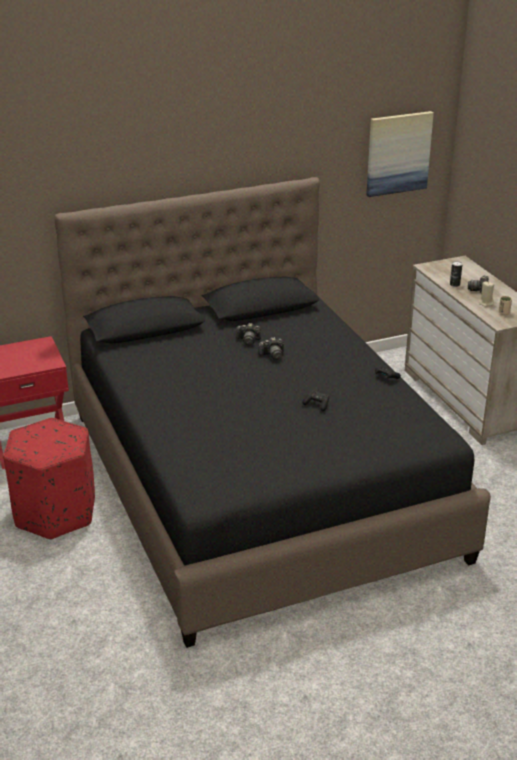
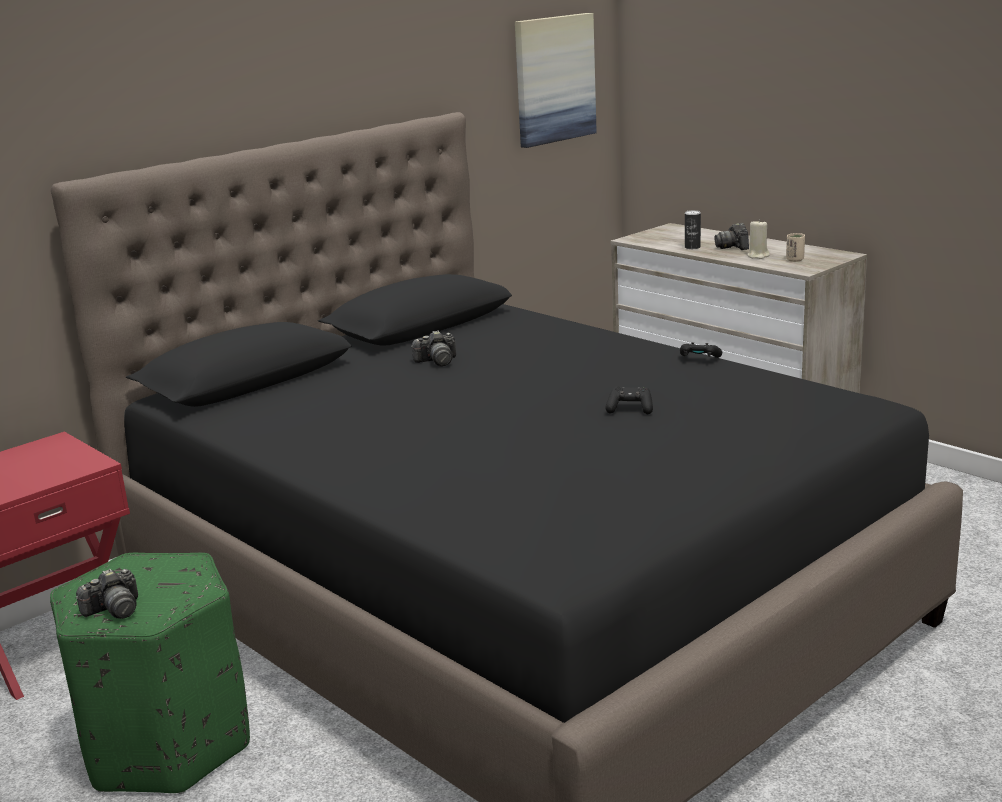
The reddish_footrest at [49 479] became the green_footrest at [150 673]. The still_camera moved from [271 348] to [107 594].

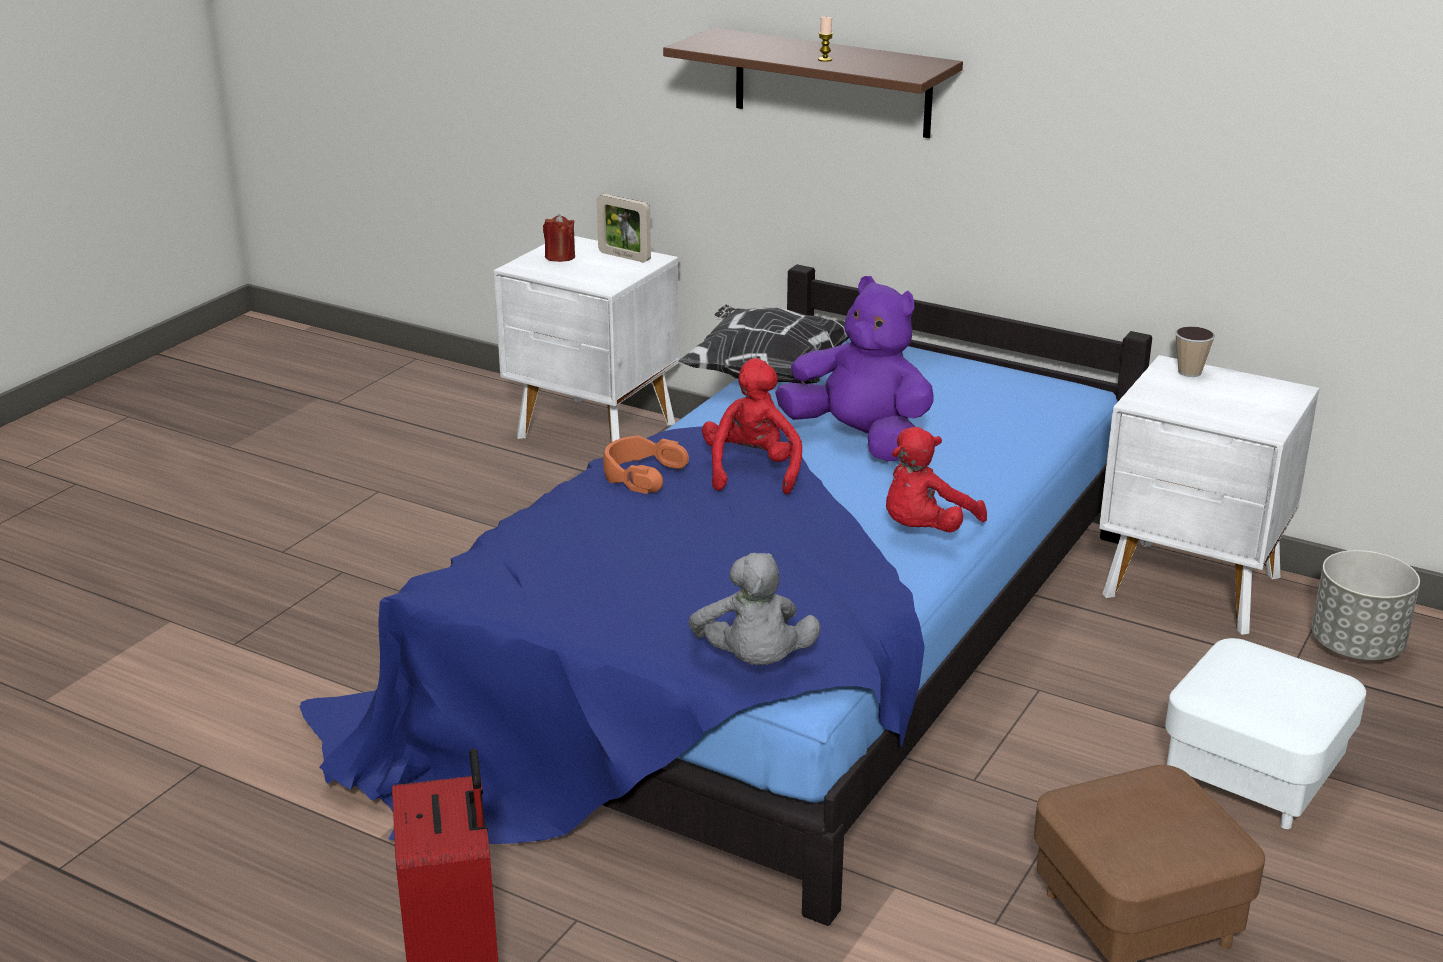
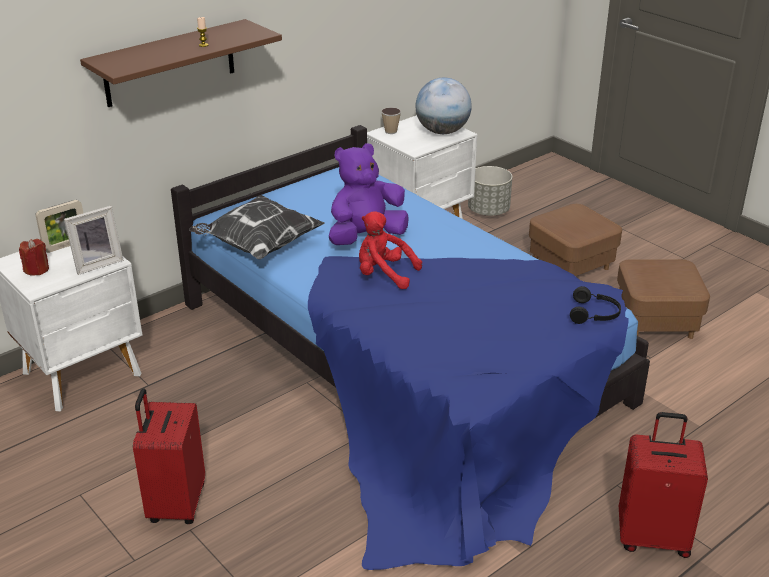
The picture_frame at [93 240] appeared. The reddish_piece_of_luggage at [169 456] appeared. The world_globe at [444 106] appeared. The white_footrest at [1265 733] became the brown-coloured_footrest at [575 240]. The grey_soft_toy at [754 609] was replaced by the blackish_headset at [595 305]. The orange_headset at [646 465] disappeared. The reddish_soft_toy at [936 479] disappeared.

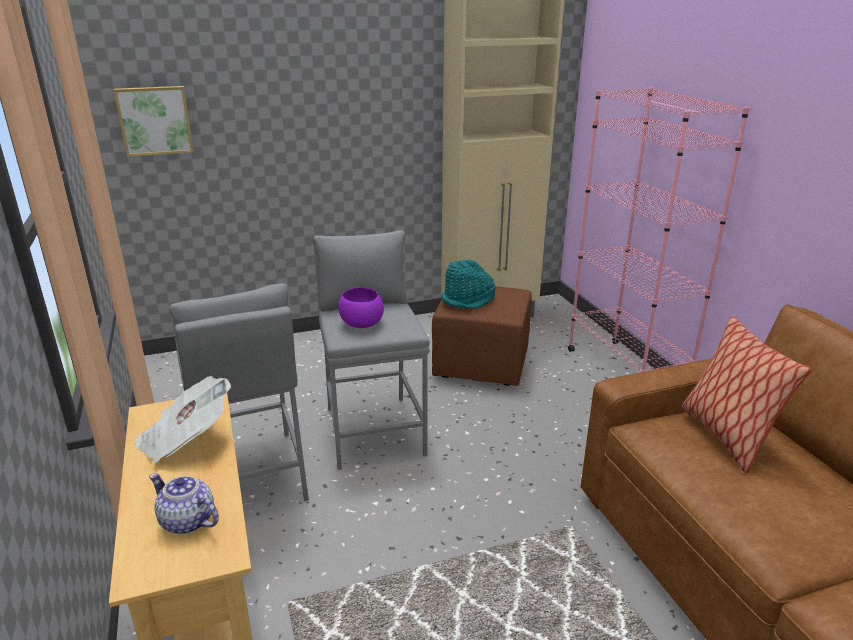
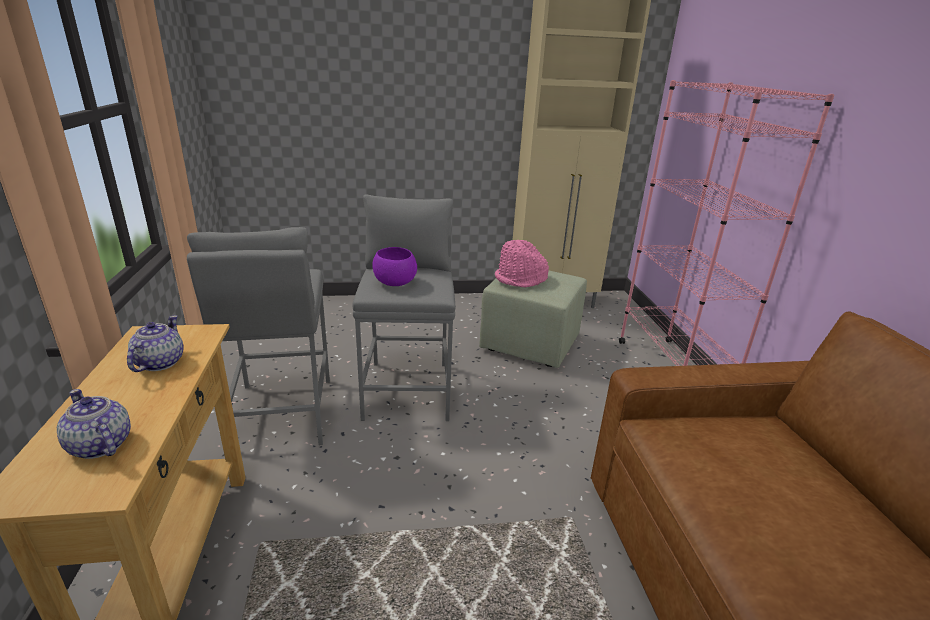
The daily_paper at [182 420] was replaced by the pot_for_tea at [155 343]. The brown-coloured_footrest at [482 336] became the green_footrest at [533 319]. The blue-green_clothing_hat at [468 284] became the pink-coloured_clothing_hat at [522 263]. The wall_art at [154 121] disappeared. The throw_pillow at [746 394] disappeared.

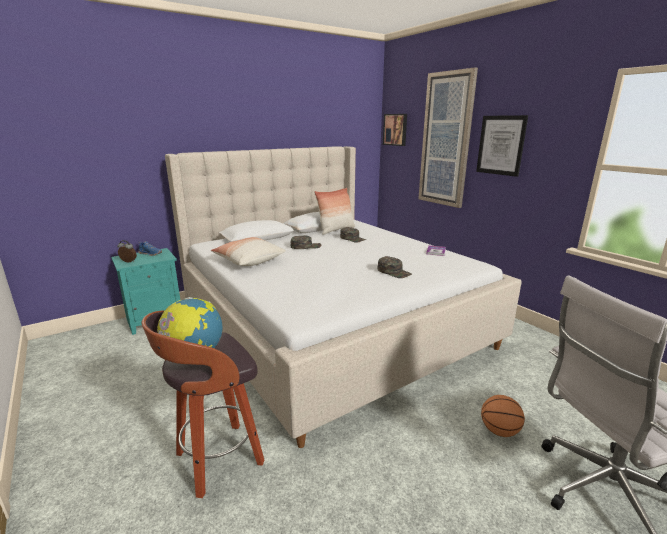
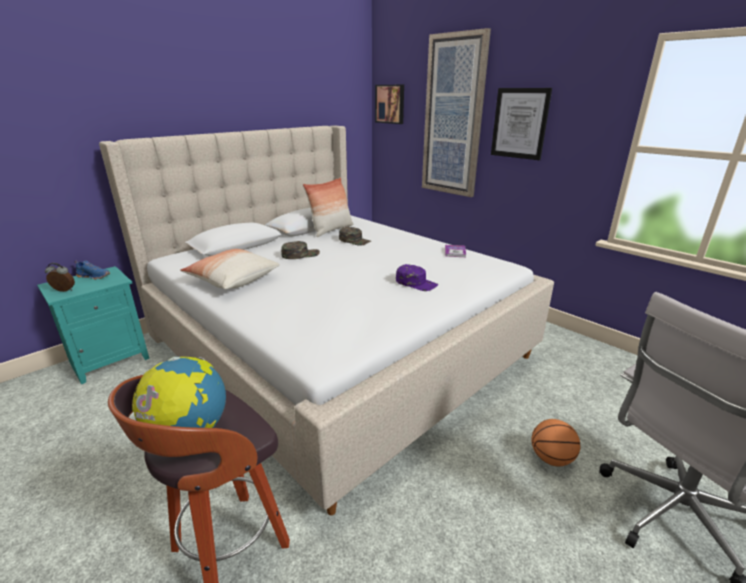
The green_cap at [395 267] became the purplish_cap at [417 277].

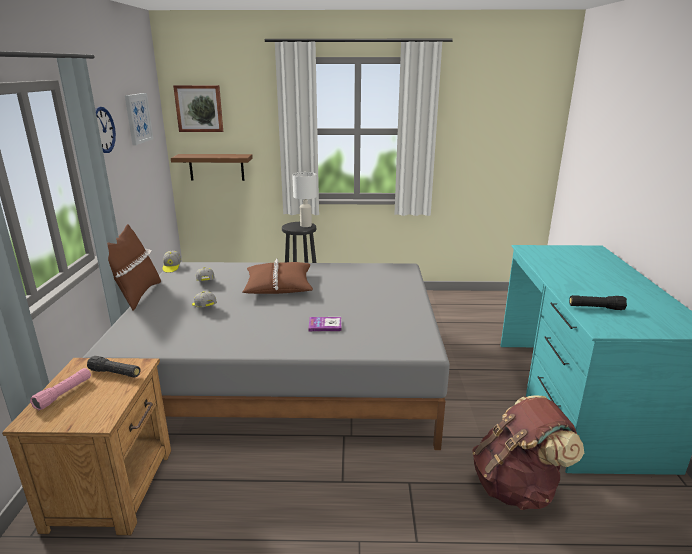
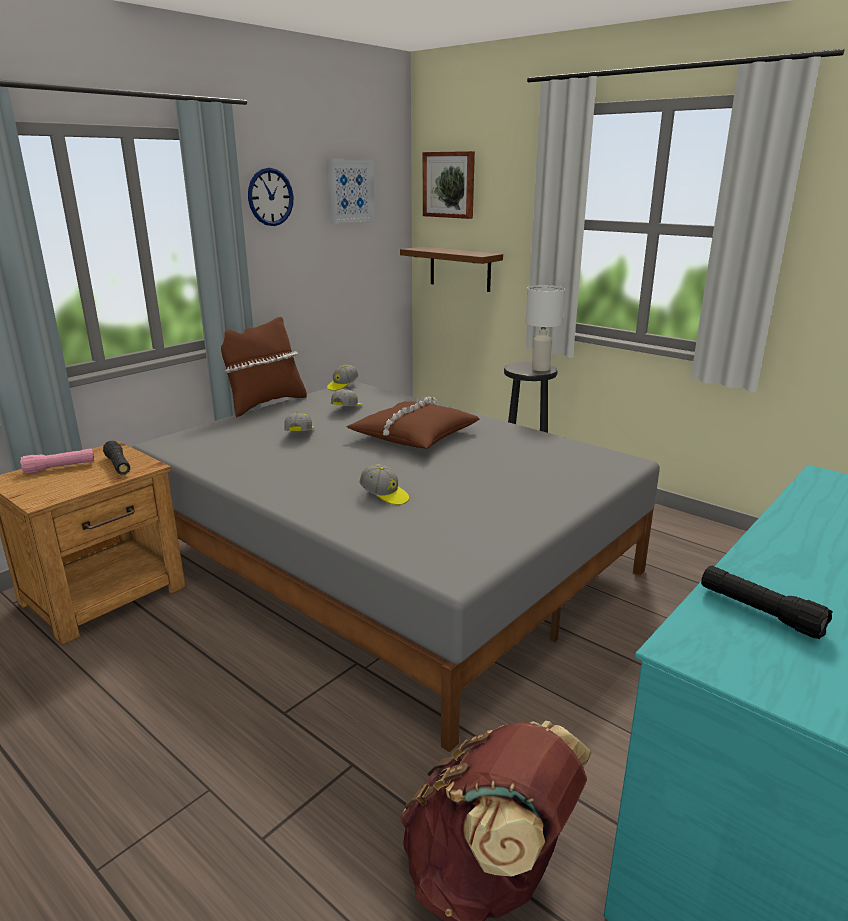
The volume at [325 324] was replaced by the cap at [384 484].

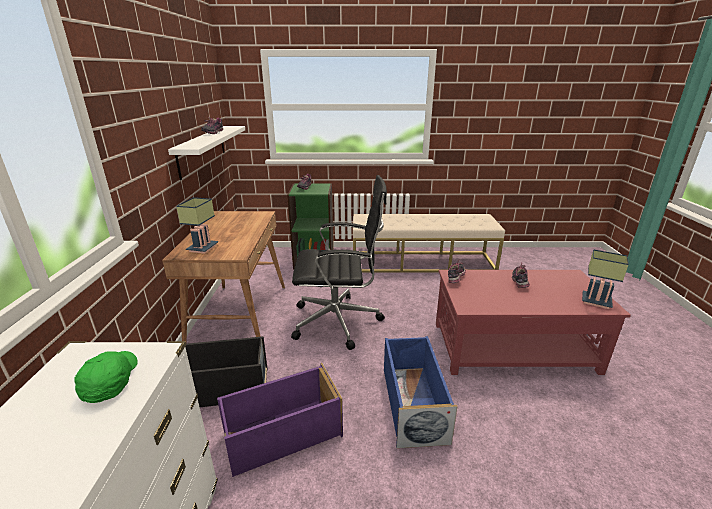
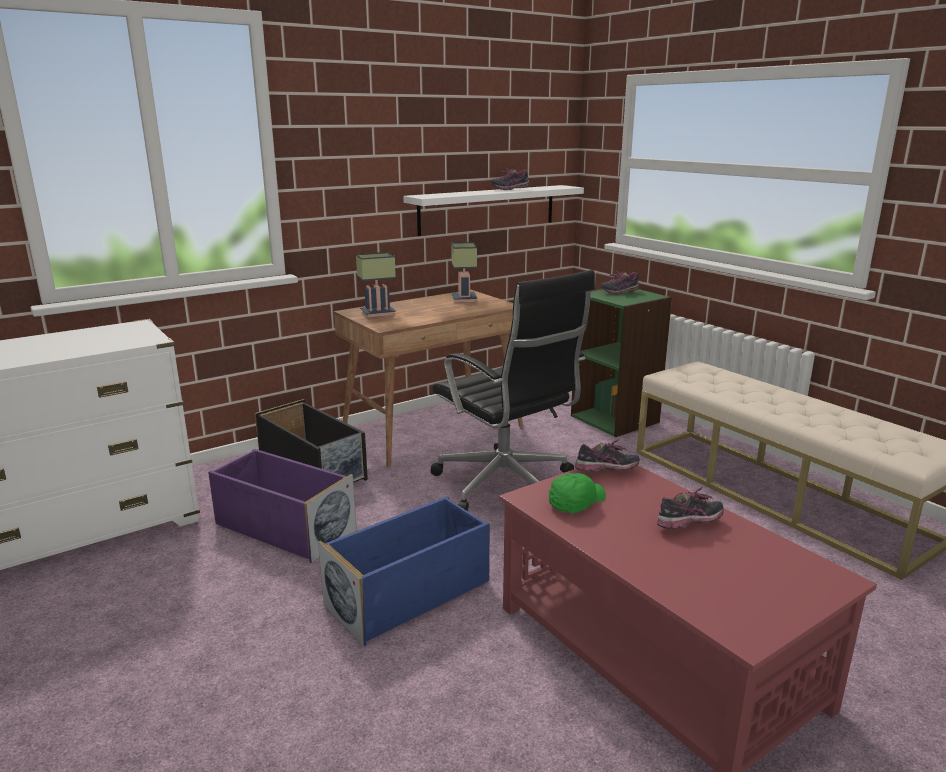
The tabletop_lamp moved from [605 279] to [464 272]. The green_cap moved from [106 377] to [577 493].

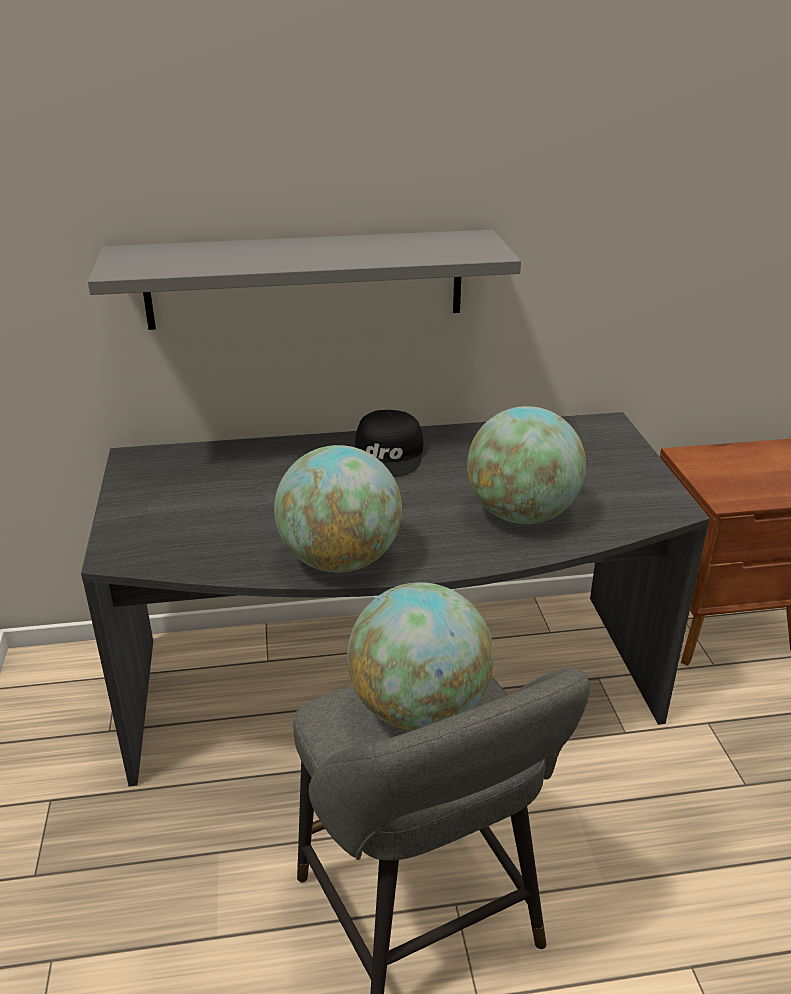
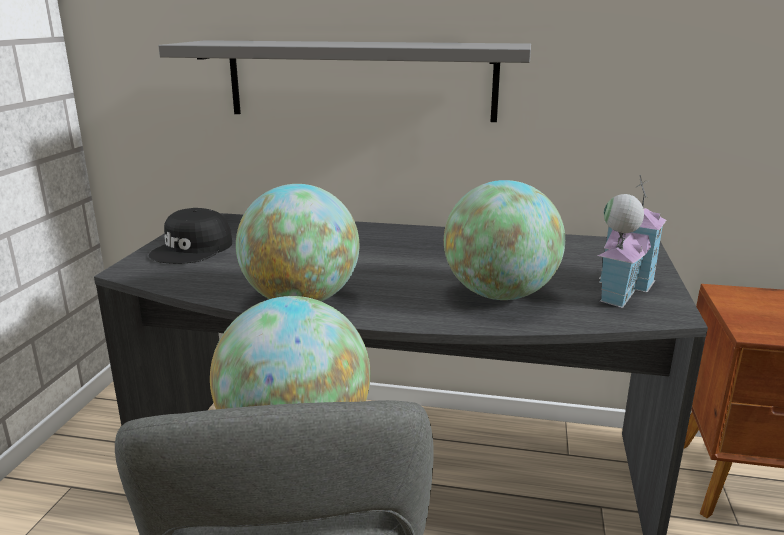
The blackish_cap moved from [389 443] to [190 236]. The model_house at [631 241] appeared.

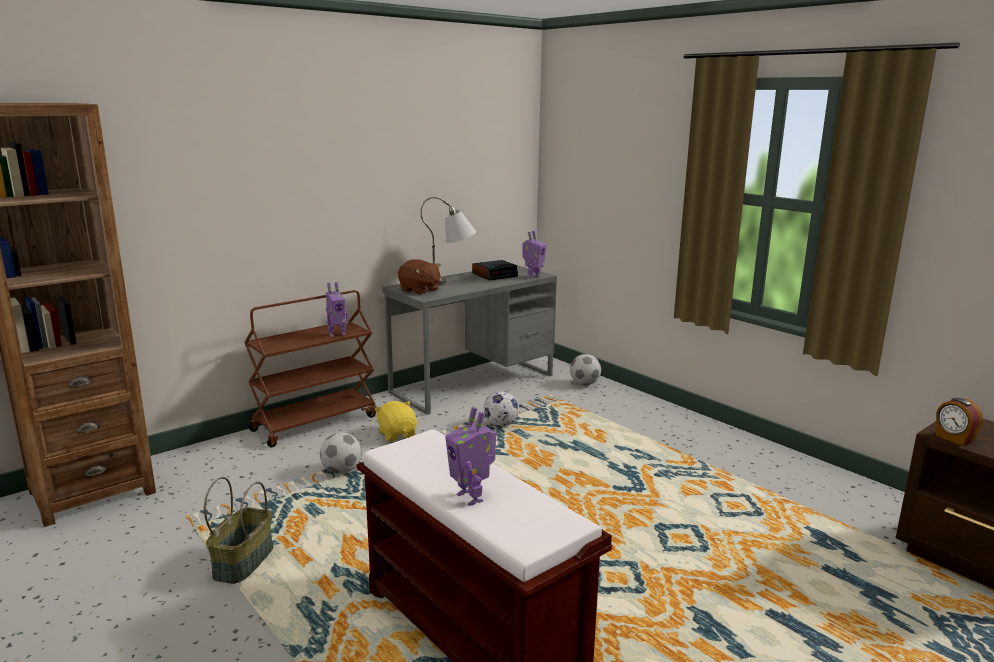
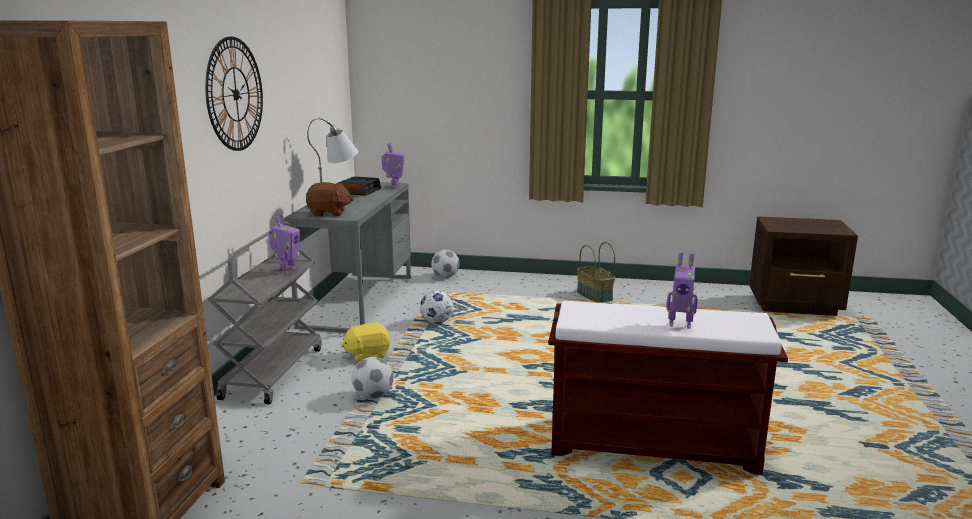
The clock_on_the_wall at [234 93] appeared. The brown-coloured_trolley at [310 368] became the grey_trolley at [264 313]. The yellow_soft_toy at [395 421] turned 45 degrees counterclockwise. The household_basket moved from [238 530] to [596 272]. The bedside_clock at [959 422] disappeared.

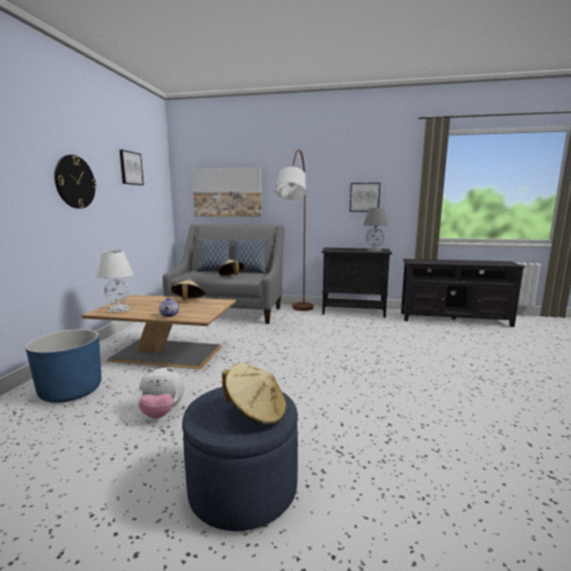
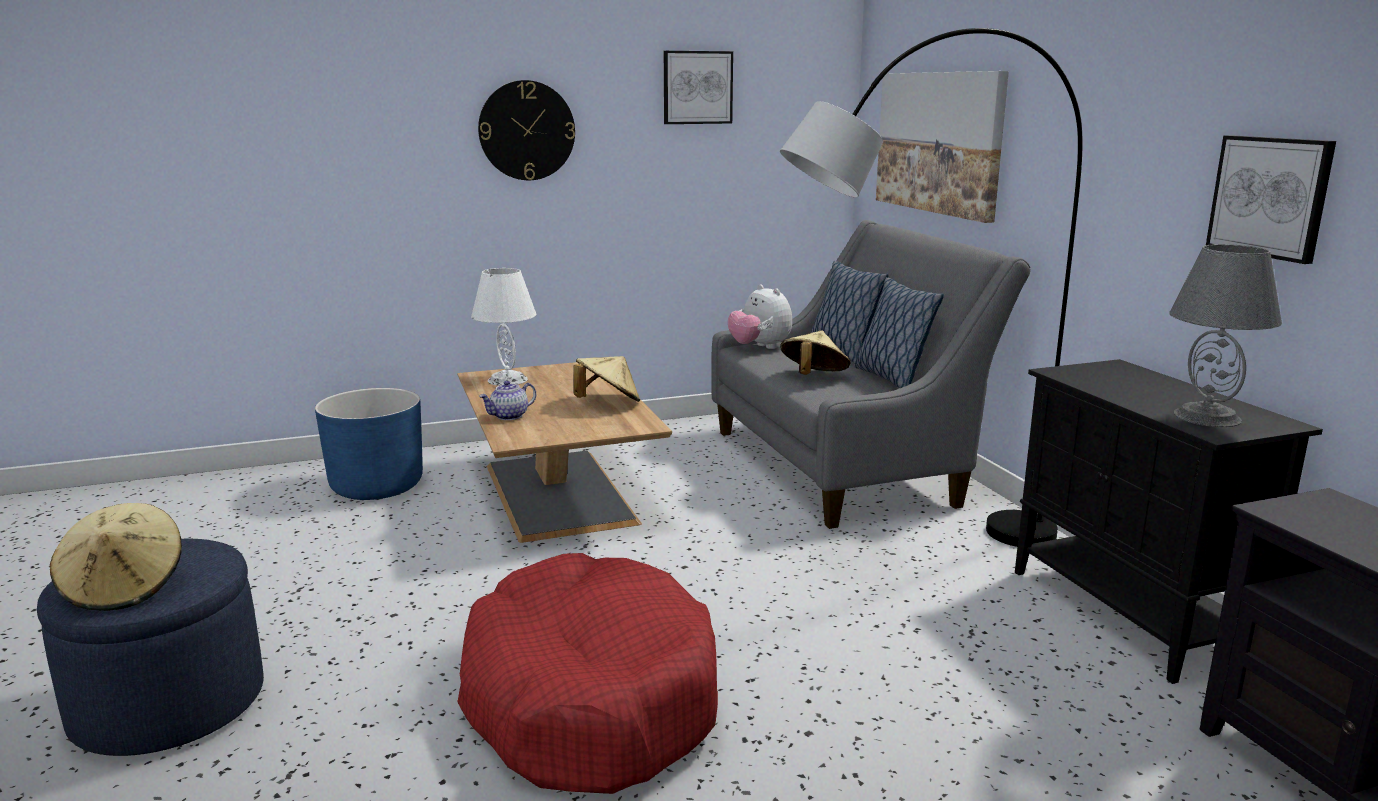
The reddish_dog_cushion at [587 673] appeared. The soft_toy moved from [161 393] to [760 316]. The brown-coloured_standard_lamp at [294 230] became the grey_standard_lamp at [931 287].

